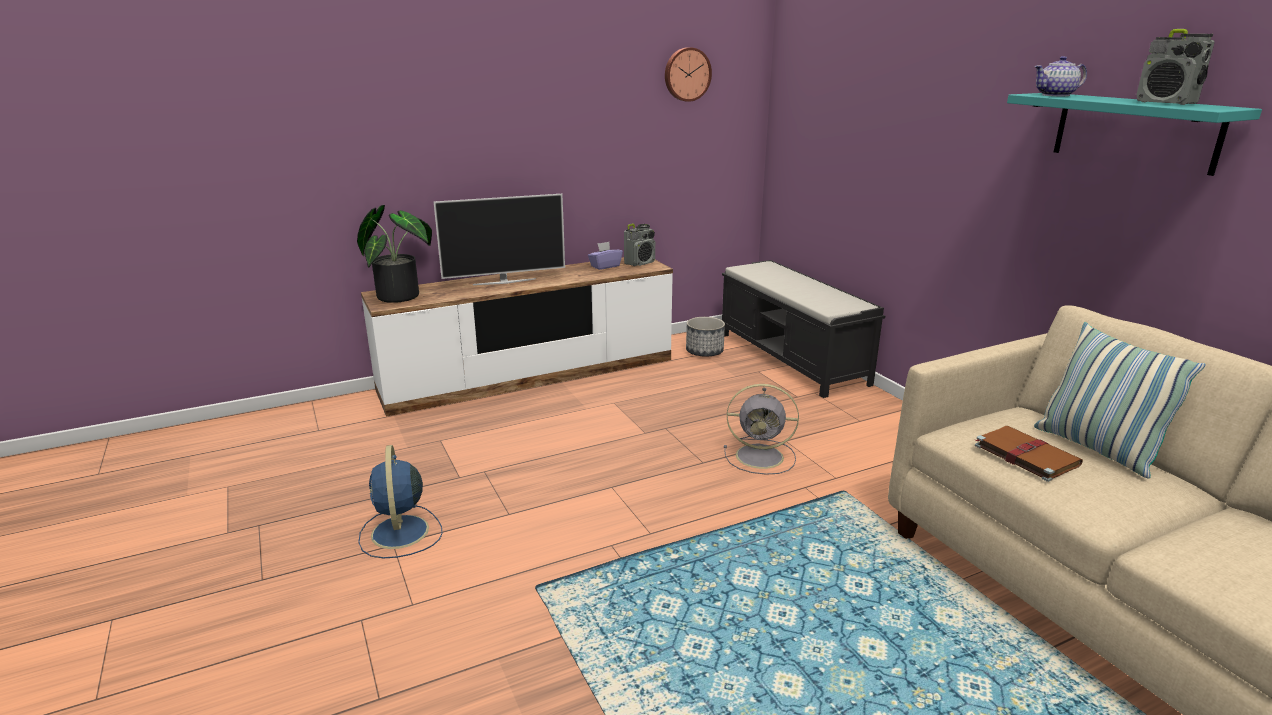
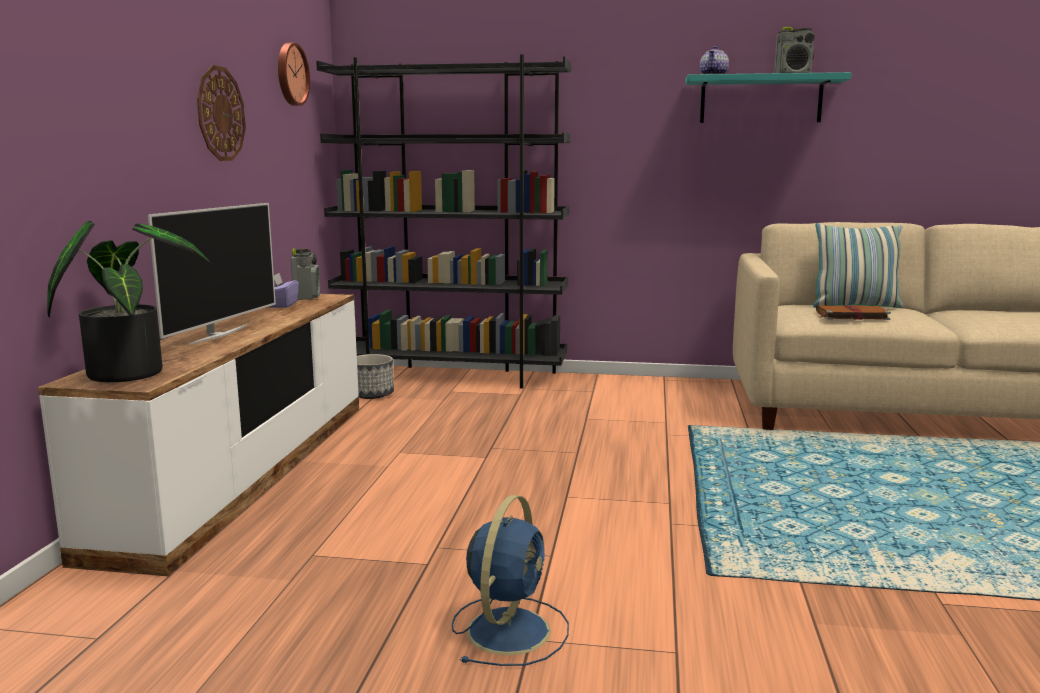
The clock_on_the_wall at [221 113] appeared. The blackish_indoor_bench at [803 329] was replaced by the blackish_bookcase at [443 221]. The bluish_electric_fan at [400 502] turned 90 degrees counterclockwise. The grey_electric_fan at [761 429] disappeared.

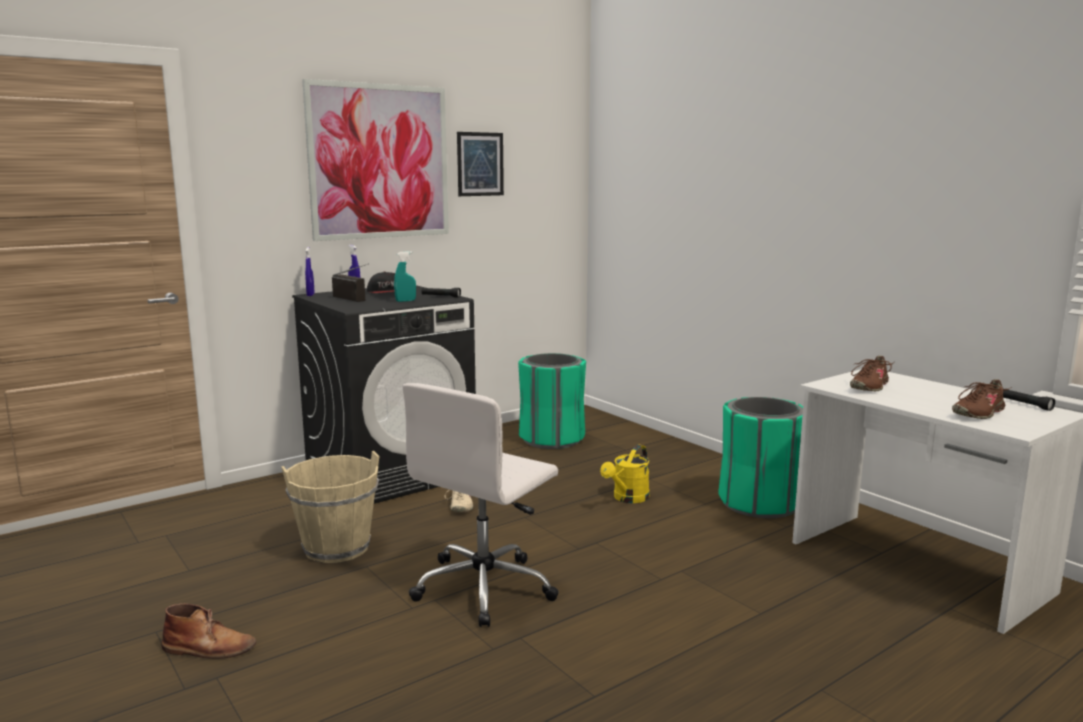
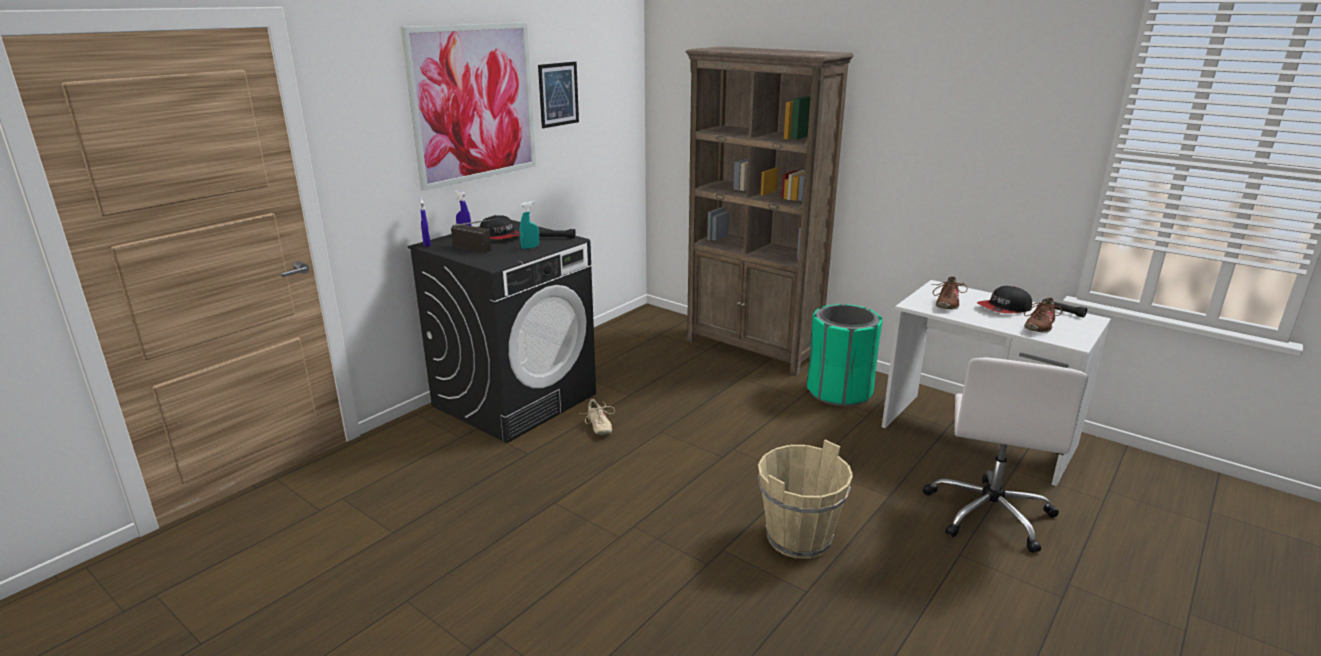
The brown-coloured_bookcase at [769 211] appeared. The sand-coloured_pail moved from [330 507] to [805 499]. The white_desk_chair moved from [481 505] to [1005 455]. The cap at [1004 300] appeared. The brown-coloured_boot at [208 631] disappeared. The green_rubbish_bin at [552 401] disappeared. The yellow_sprinkling_can at [625 474] disappeared.

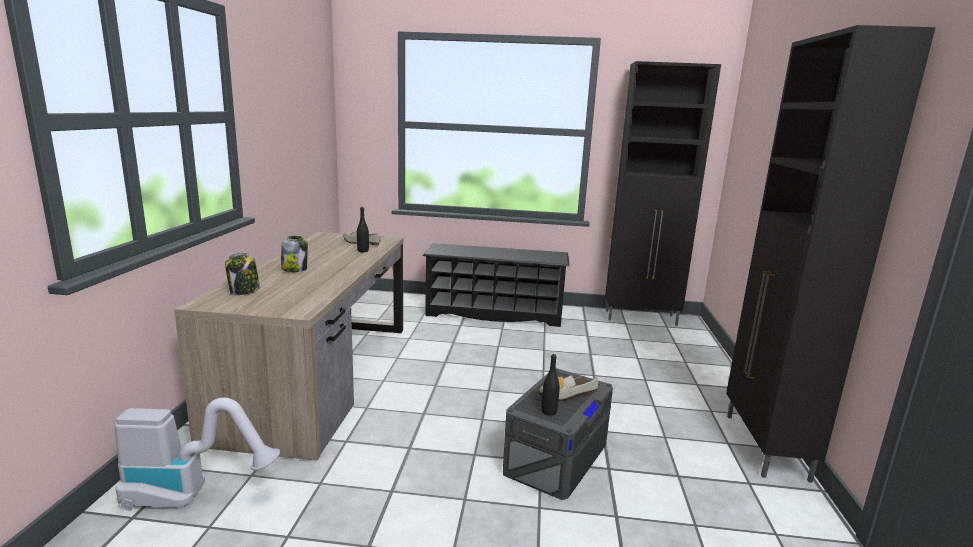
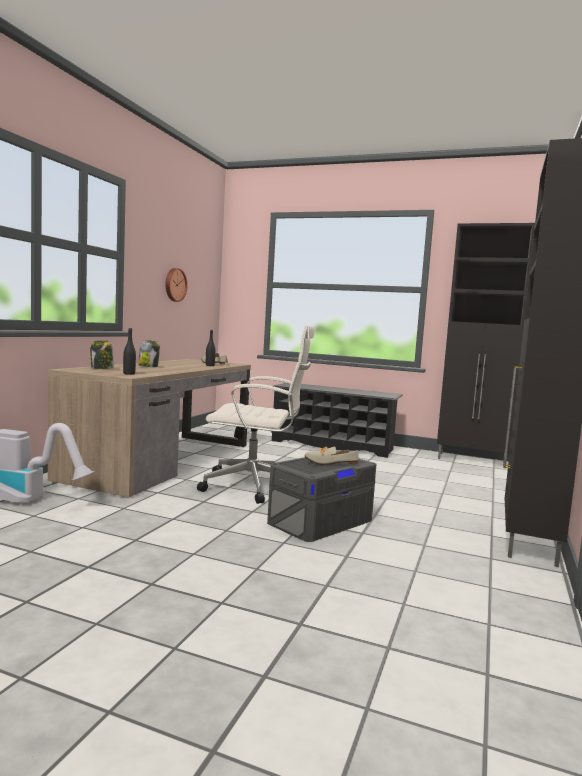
The blackish_bottle moved from [550 385] to [129 351]. The clock_on_the_wall at [176 285] appeared. The white_desk_chair at [256 414] appeared.

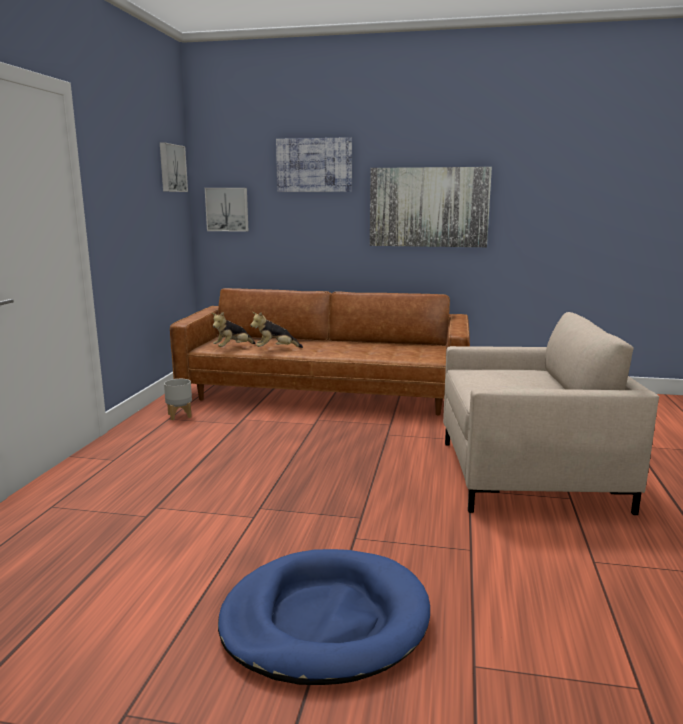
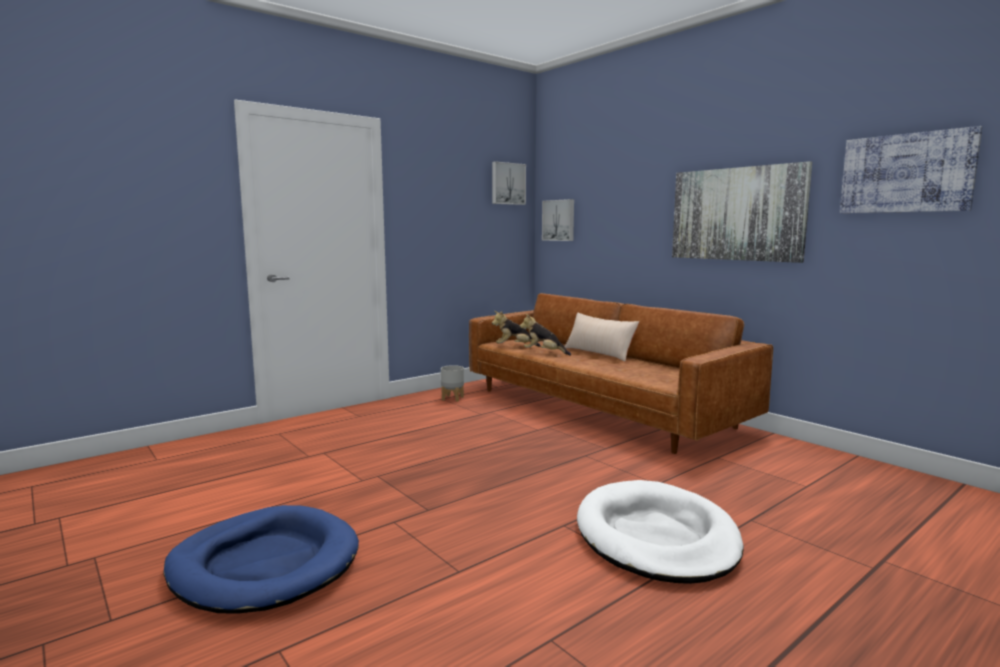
The sand-coloured_throw_pillow at [602 337] appeared. The sand-coloured_armchair at [551 413] was replaced by the white_dog_cushion at [660 532]. The wall_art moved from [314 164] to [911 169].

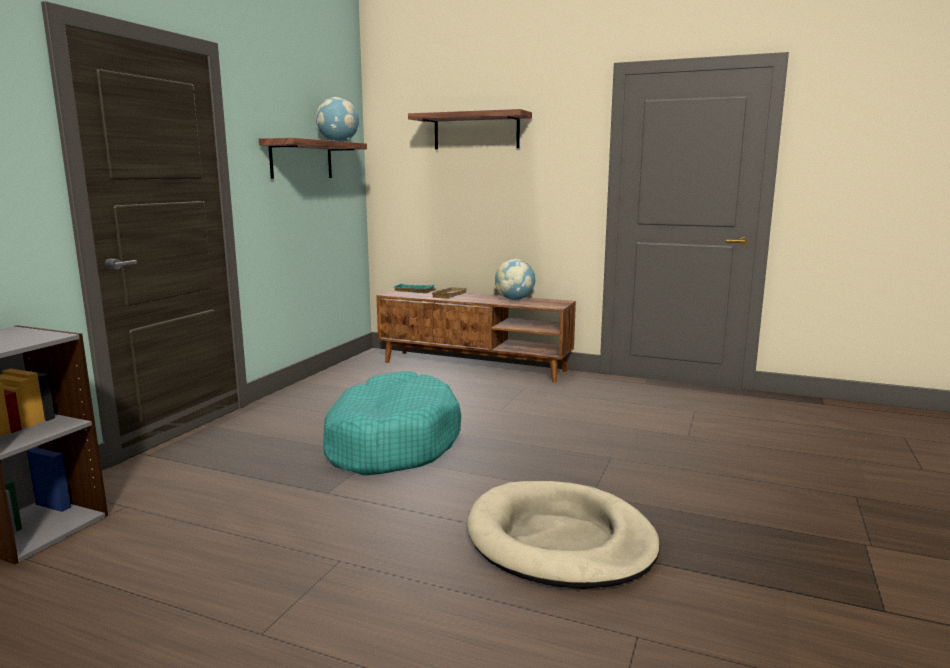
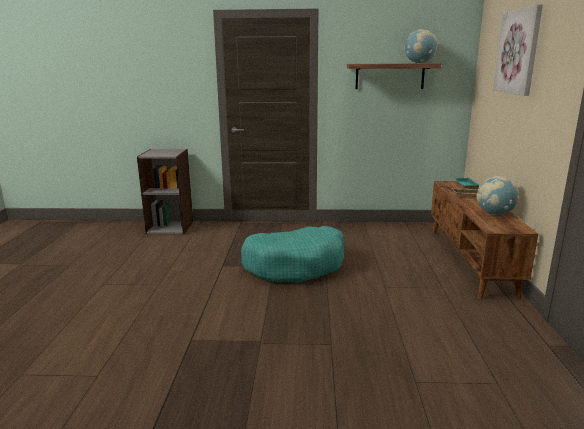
The bracket_shelf at [470 129] was replaced by the wall_art at [518 50]. The sand-coloured_dog_cushion at [563 535] disappeared.

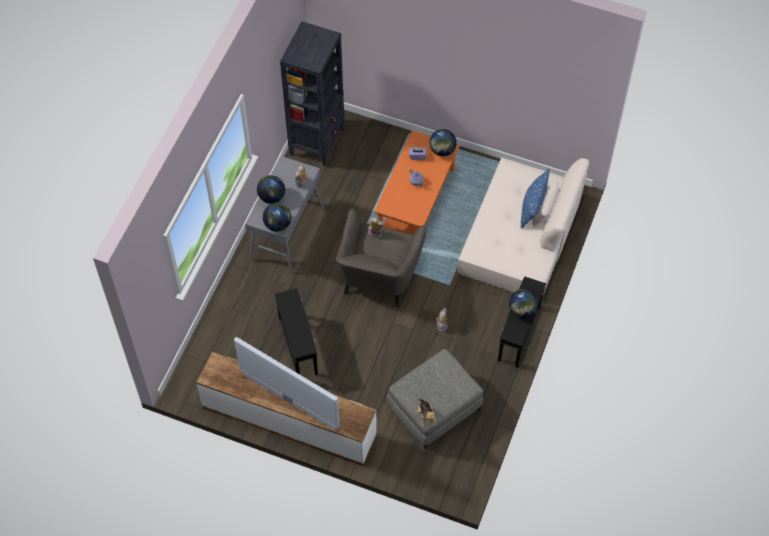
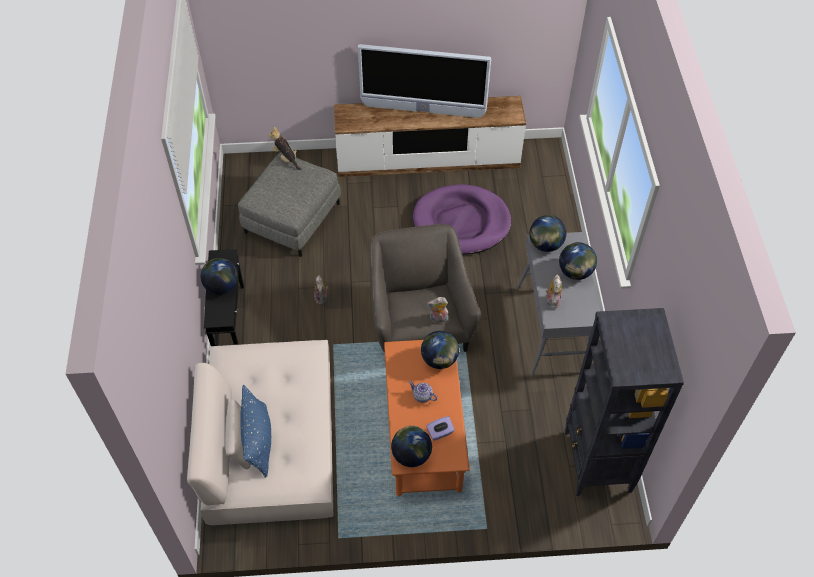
The blackish_side_table at [296 331] was replaced by the purplish_dog_cushion at [462 219]. The world_globe at [440 350] appeared.

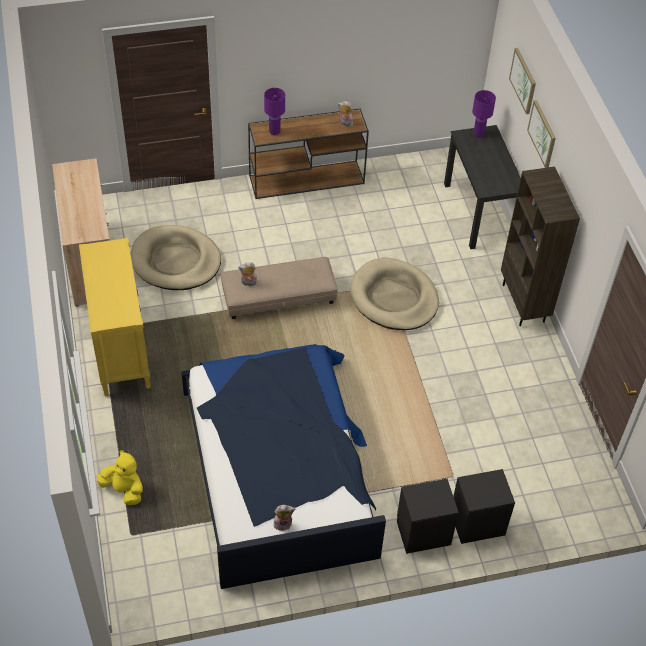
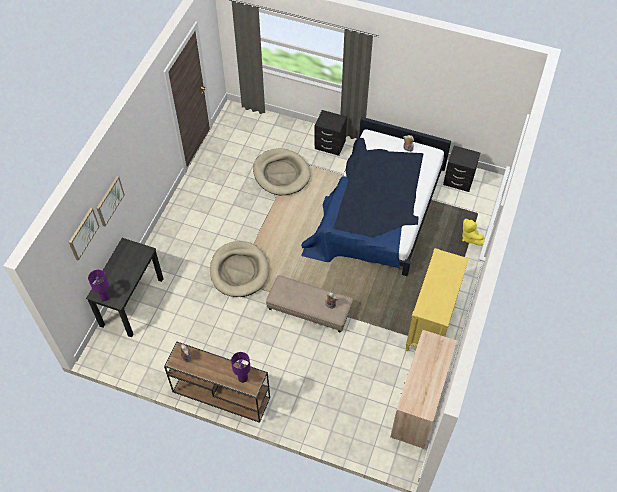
The sand-coloured_dog_cushion moved from [176 257] to [282 171]. The blackish_night_table moved from [484 506] to [461 169]. The brown-coloured_bookcase at [540 246] disappeared.

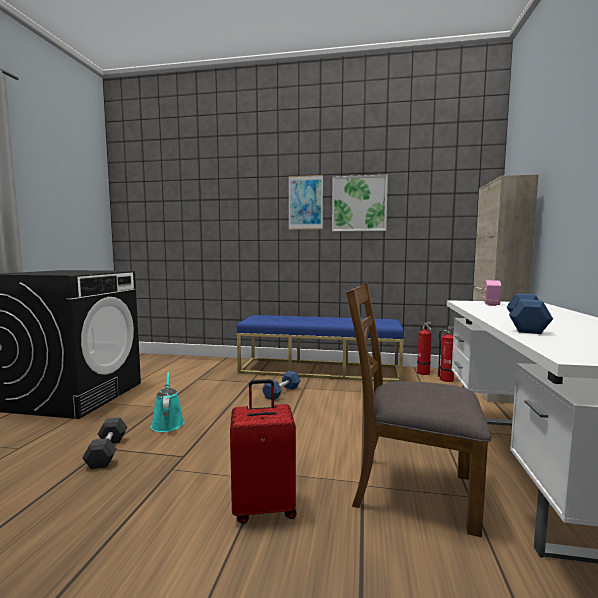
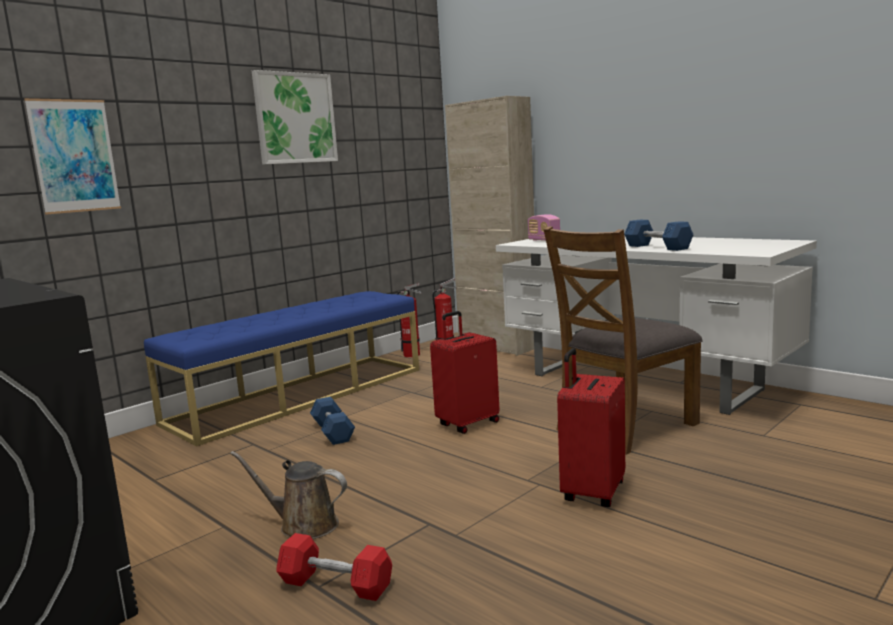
The wall_art moved from [305 202] to [72 156]. The blue-green_sprinkling_can at [168 401] became the brown-coloured_sprinkling_can at [288 495]. The grey_hand_weight at [104 443] became the reddish_hand_weight at [334 567]. The reddish_piece_of_luggage at [465 372] appeared.

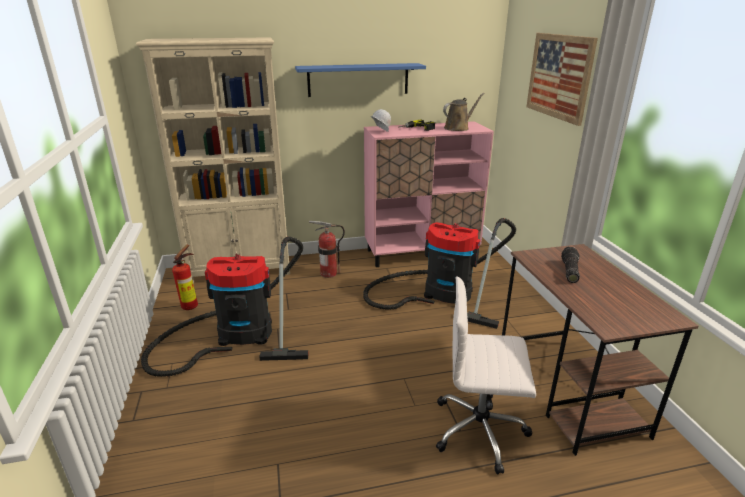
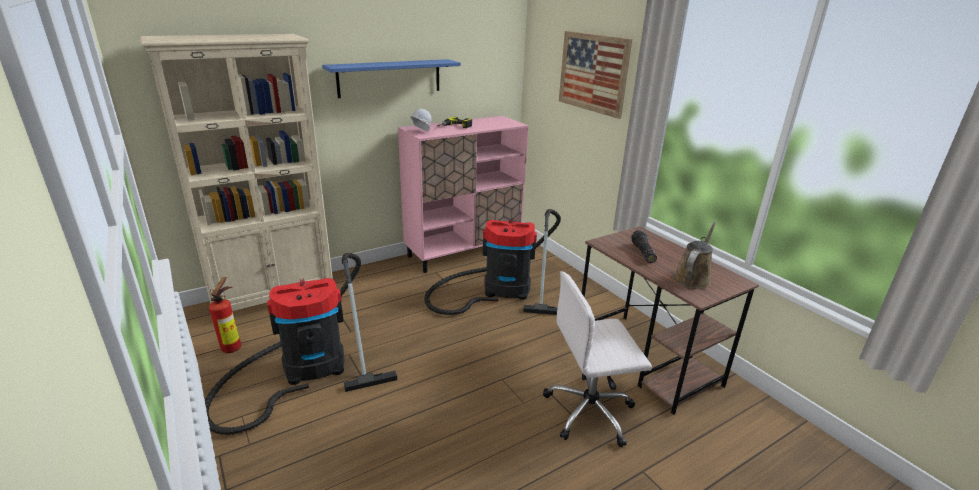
The brown-coloured_sprinkling_can moved from [464 112] to [695 255]. The extinguisher at [327 249] disappeared.

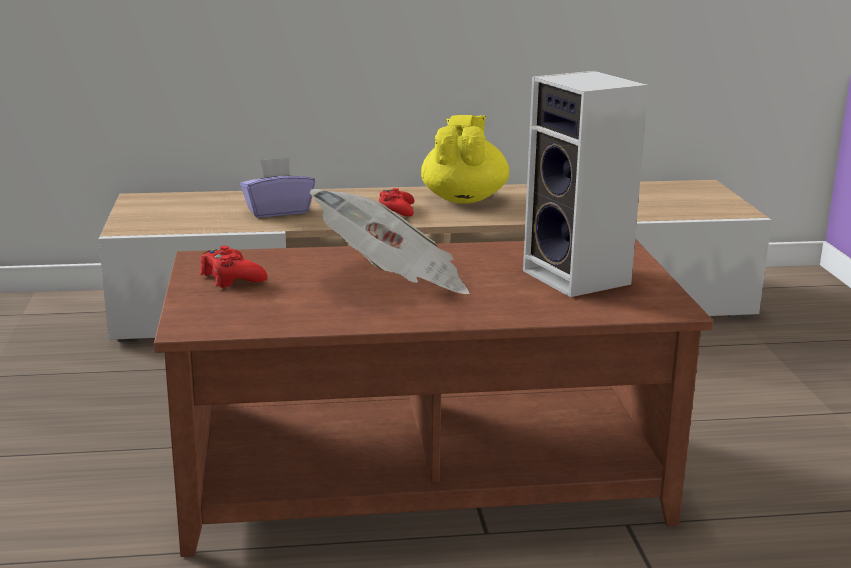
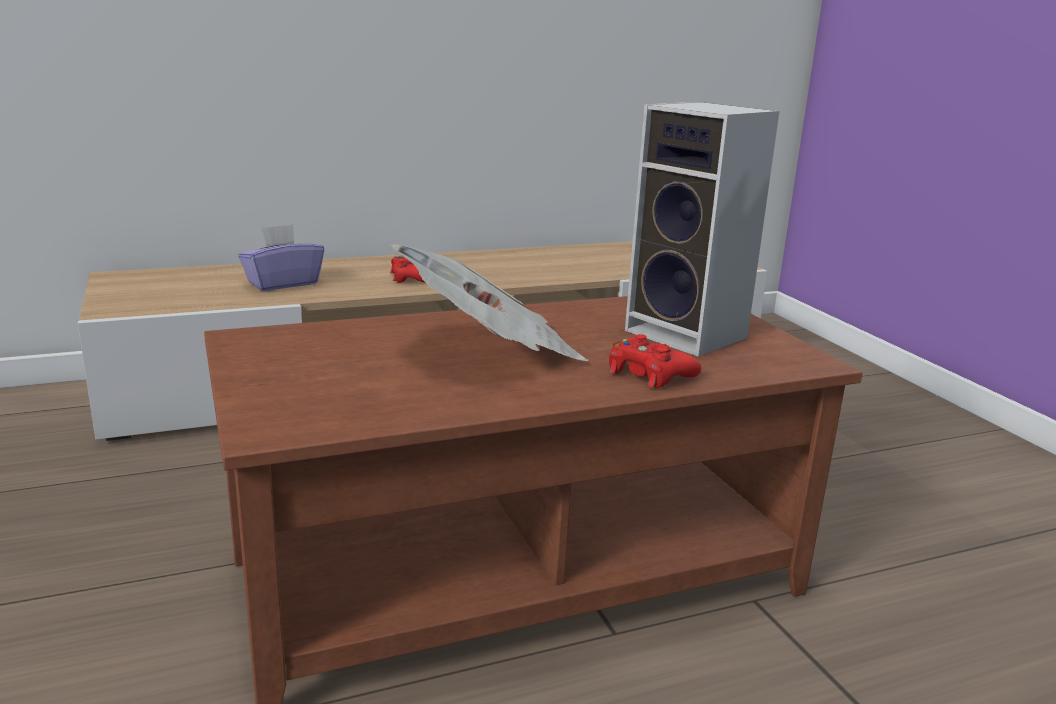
The reddish_gamepad moved from [233 267] to [655 361]. The yellow_pot_for_tea at [465 159] disappeared.

